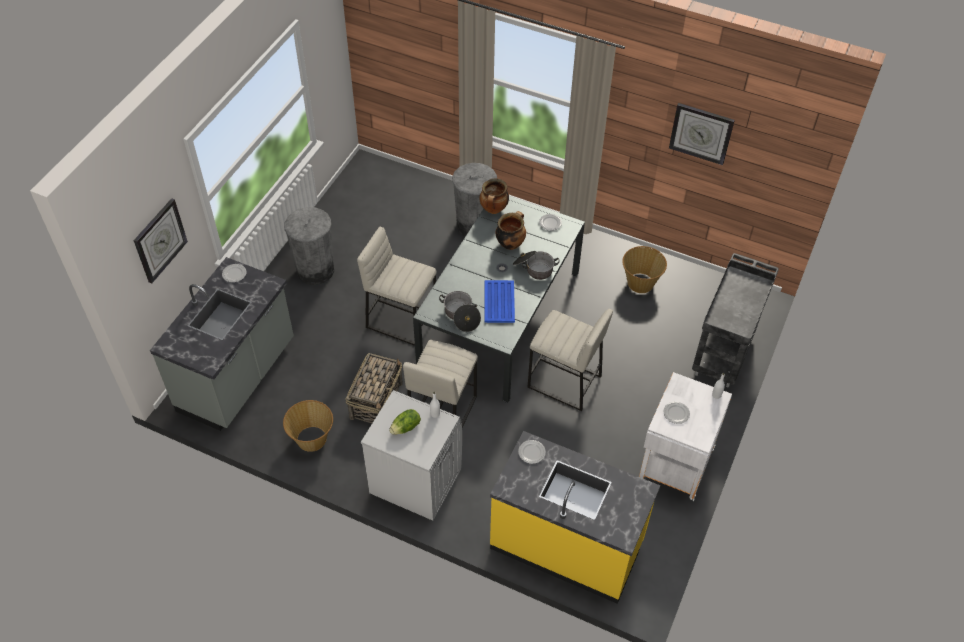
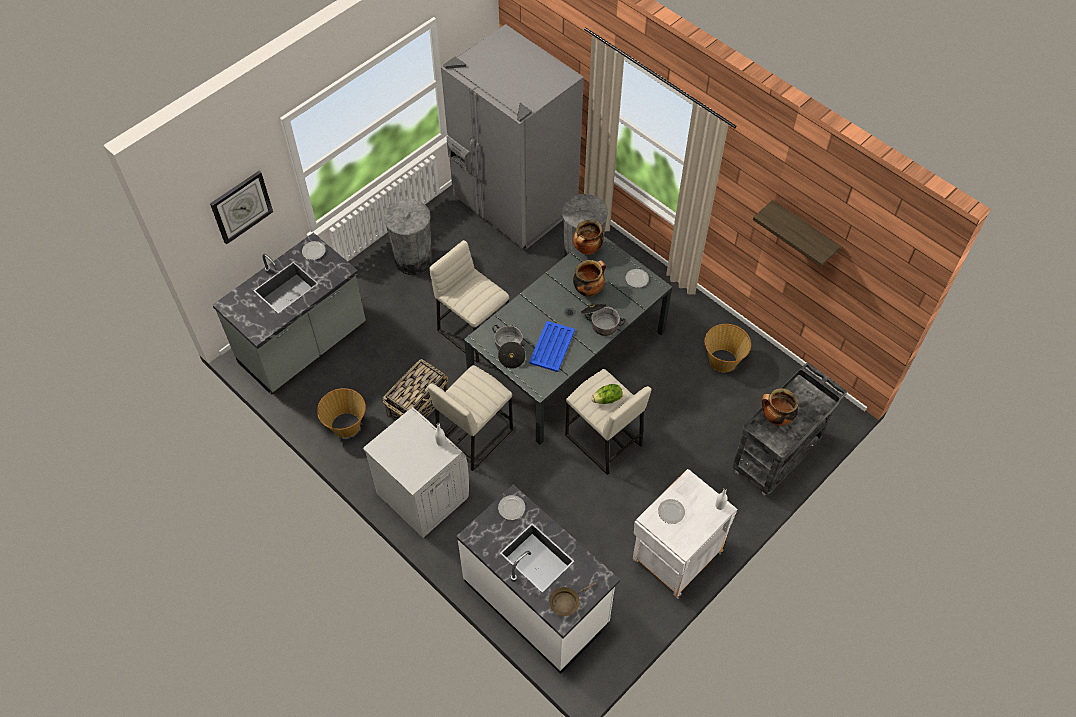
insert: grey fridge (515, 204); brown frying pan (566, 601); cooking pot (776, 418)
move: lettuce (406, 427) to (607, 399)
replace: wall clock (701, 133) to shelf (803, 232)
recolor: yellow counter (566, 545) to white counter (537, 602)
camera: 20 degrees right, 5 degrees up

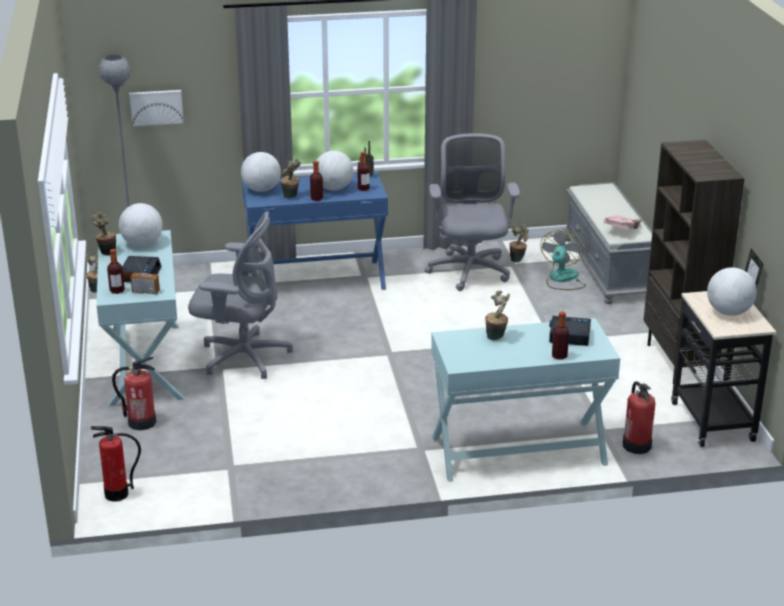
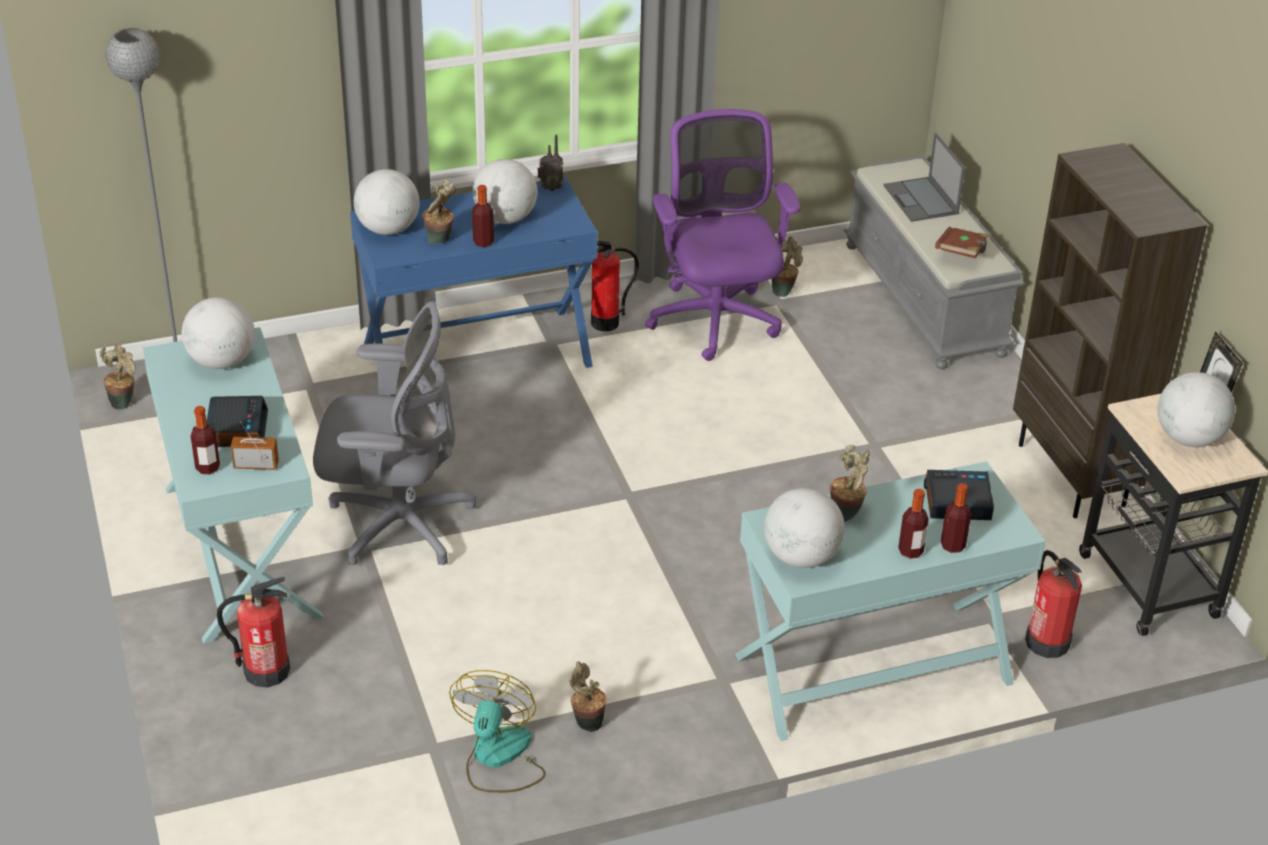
delete: picture (156, 107)
insert: globe (801, 557); laptop (921, 200)
move: potted plant (106, 253) to (586, 723); fire extinguisher (117, 494) to (605, 323); bottle (363, 189) to (910, 551); fan (562, 279) to (498, 758)
recolor: grey office chair (471, 273) to purple office chair (718, 325); pink book (623, 230) to brown book (961, 254)
camera: 10 degrees left, 10 degrees up

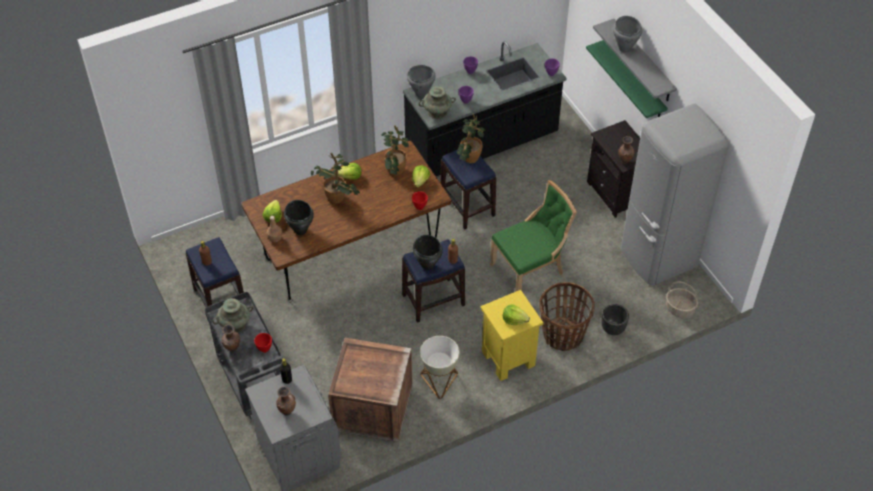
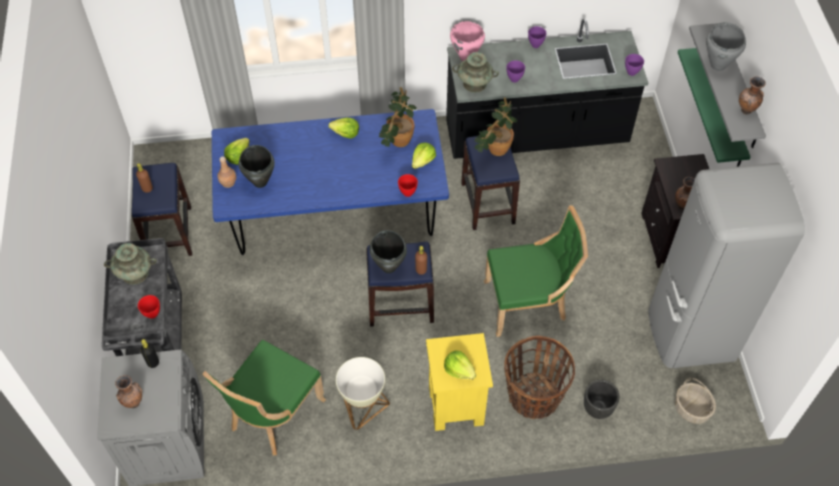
delete: potted plant (338, 200)
move: brown vase (232, 349) to (746, 111)
replace: crate (371, 408) to green chair (273, 415)
recolor: brown dining table (350, 252) to blue dining table (333, 218); grey cooking pot (421, 94) to pink cooking pot (466, 57)
camera: 20 degrees right, 5 degrees up

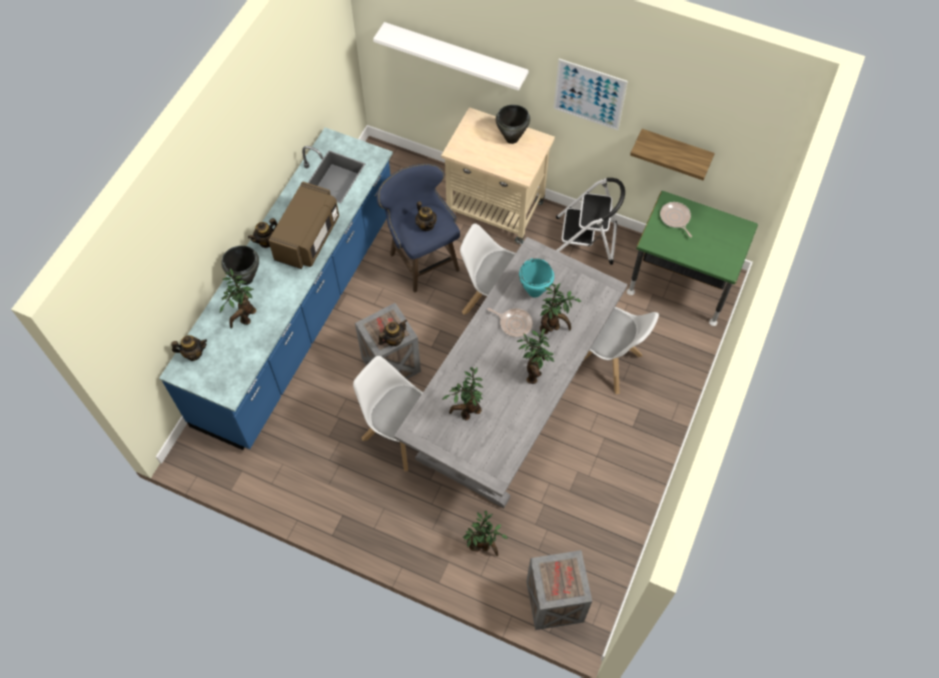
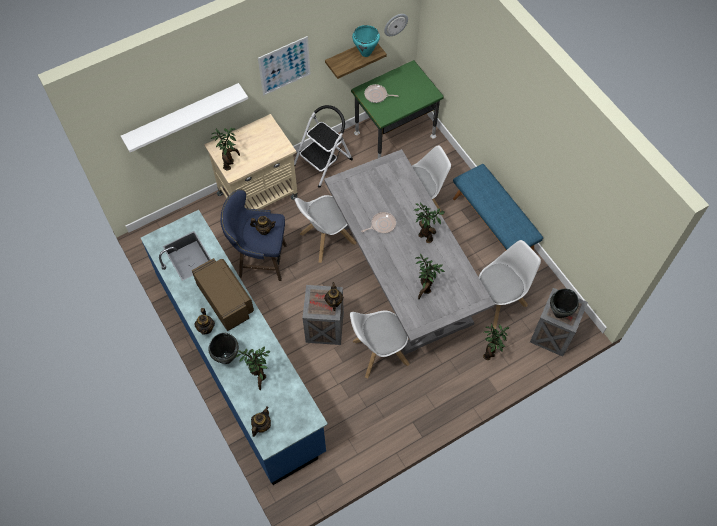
insert: wall clock (395, 24); blue bench (493, 226); chair (499, 301)
move: black cooking pot (512, 139) to (559, 313); turquoise cooking pot (534, 292) to (366, 53); potted plant (553, 328) to (230, 163)
camera: 55 degrees left, 0 degrees up

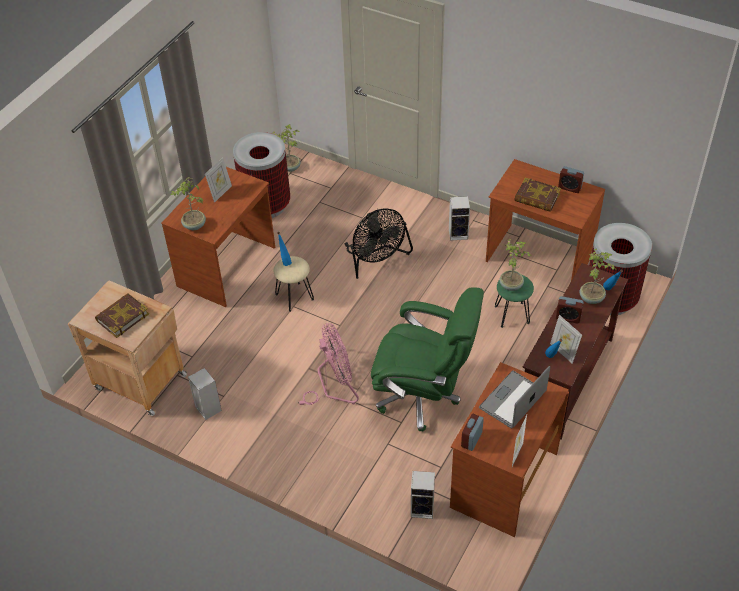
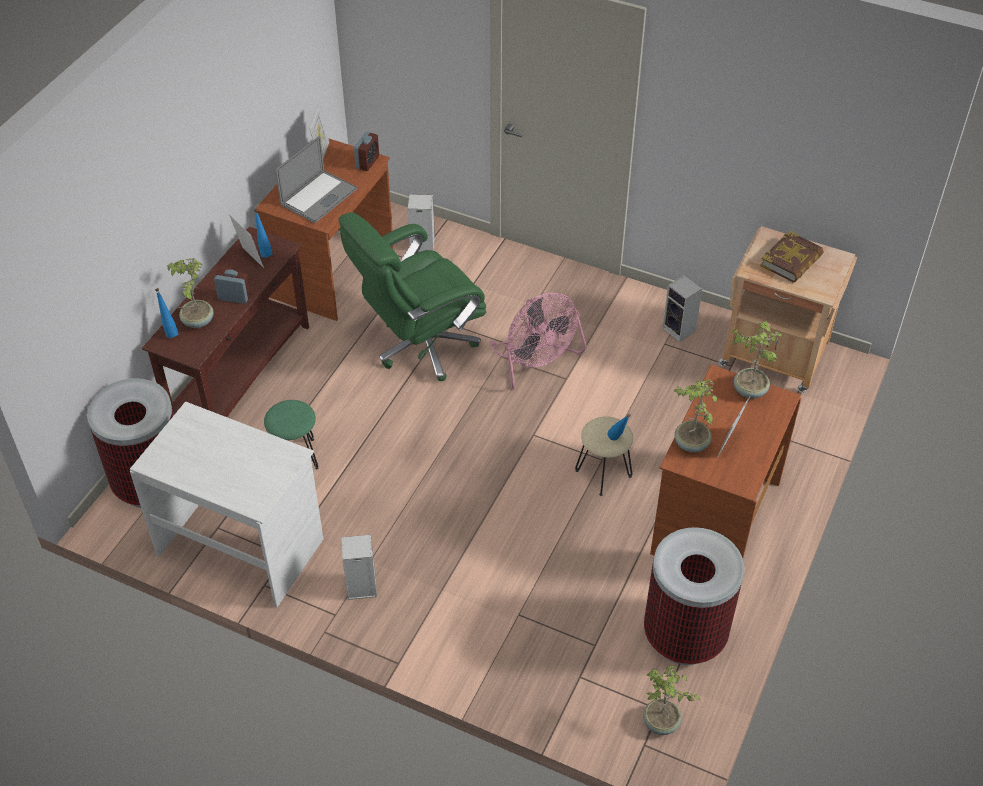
delete: black fan (374, 259); book (537, 198); alarm clock (569, 187)
move: potted plant (511, 285) to (690, 444)
recolor: brown desk (538, 258) to white desk (241, 546)
rotate: pink fan (332, 383) = (533, 362) 105 degrees counterclockwise; green office chair (423, 398) = (420, 349) 45 degrees counterclockwise
camera: 175 degrees right, 0 degrees up

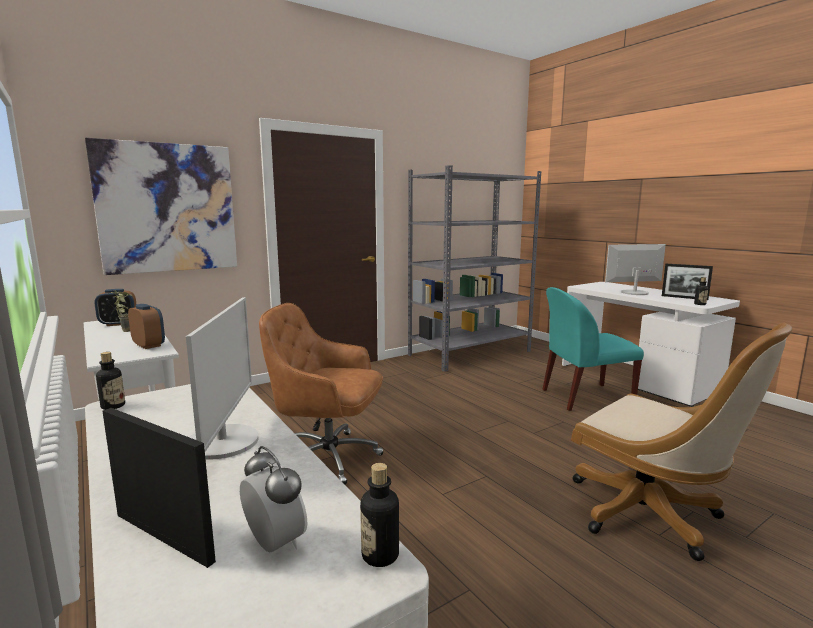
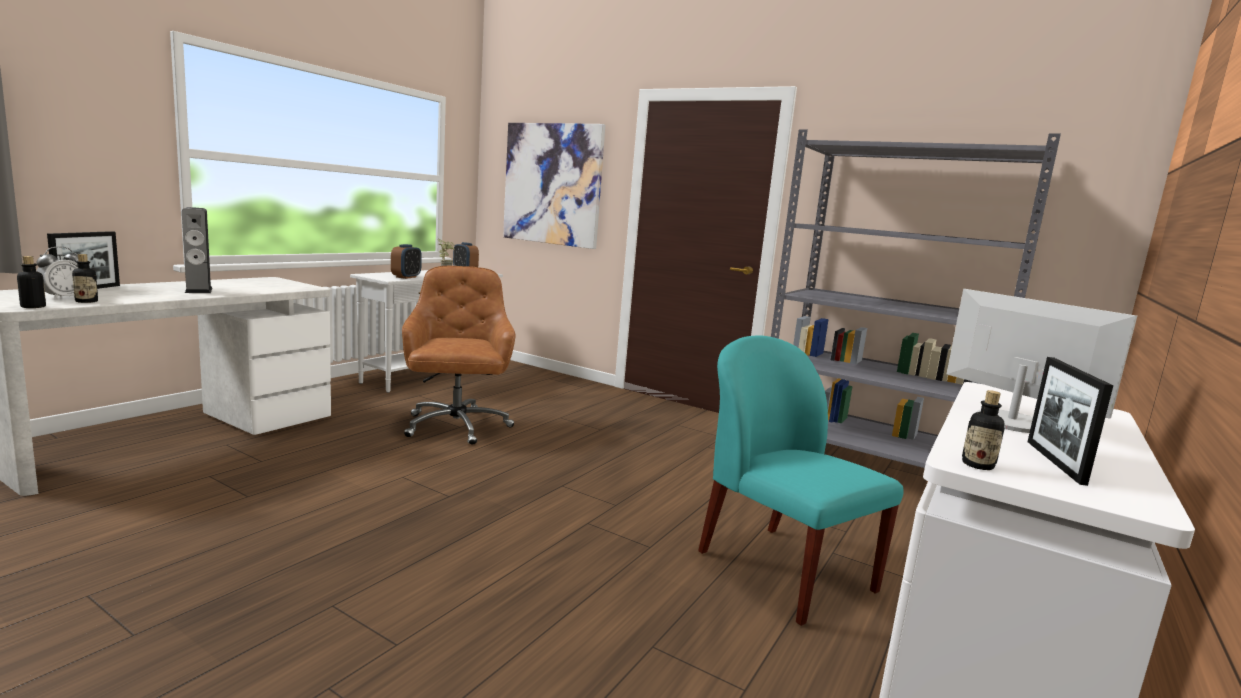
delete: office chair (654, 515)
move: bottle (113, 406) to (86, 301)
replace: monitor (223, 442) to speaker (198, 290)
camera: 65 degrees right, 0 degrees up

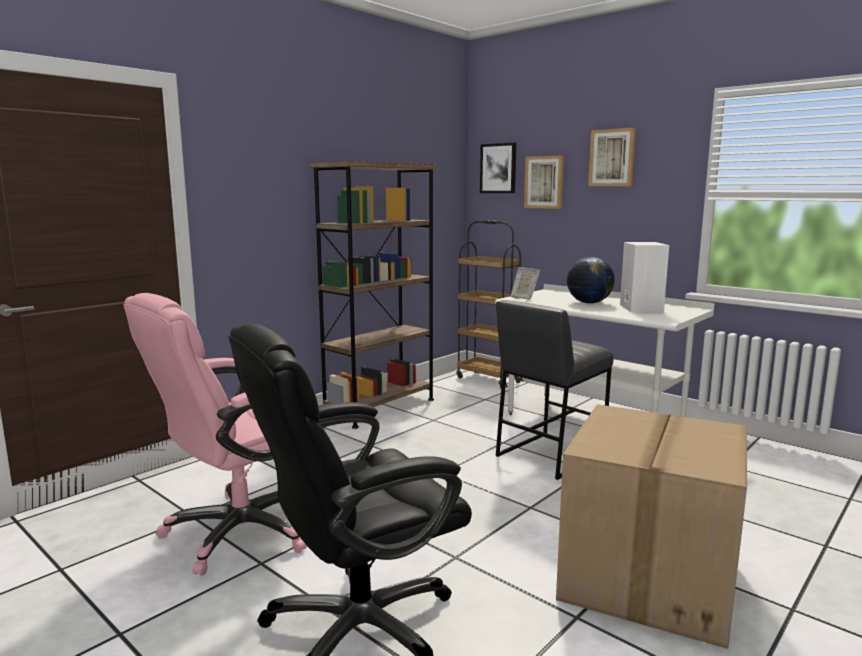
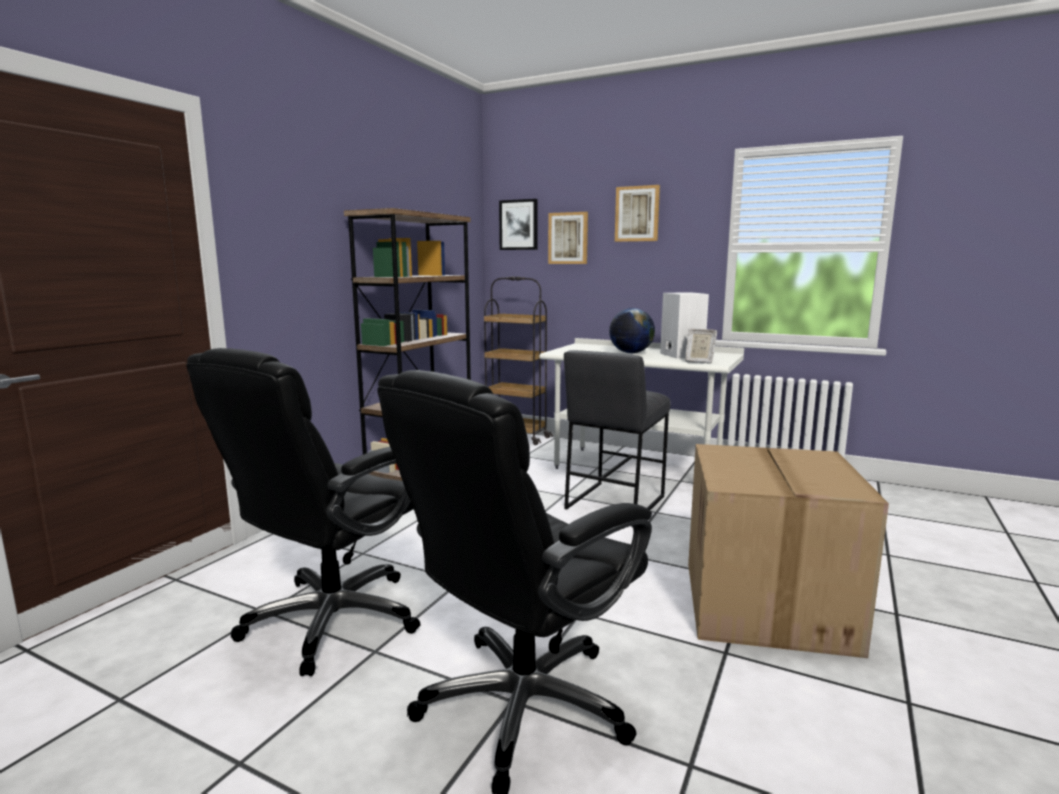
move: picture frame (524, 297) to (699, 362)
recolor: pink office chair (241, 530) to black office chair (333, 619)
camera: 15 degrees left, 0 degrees up

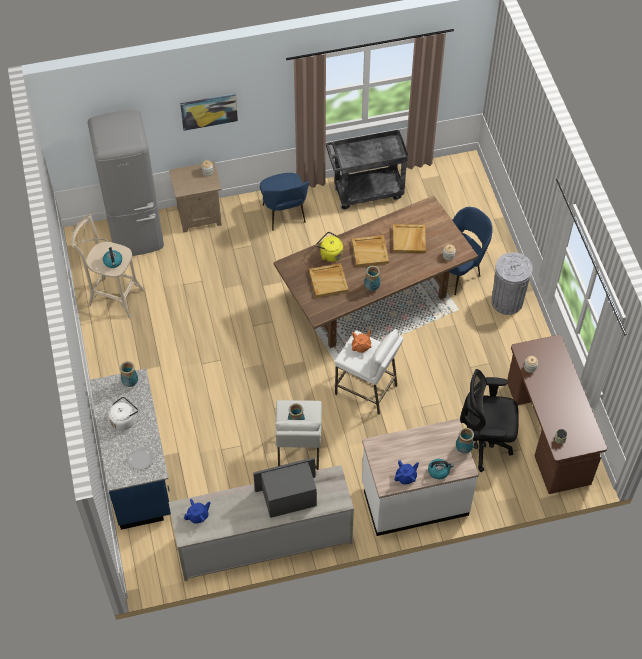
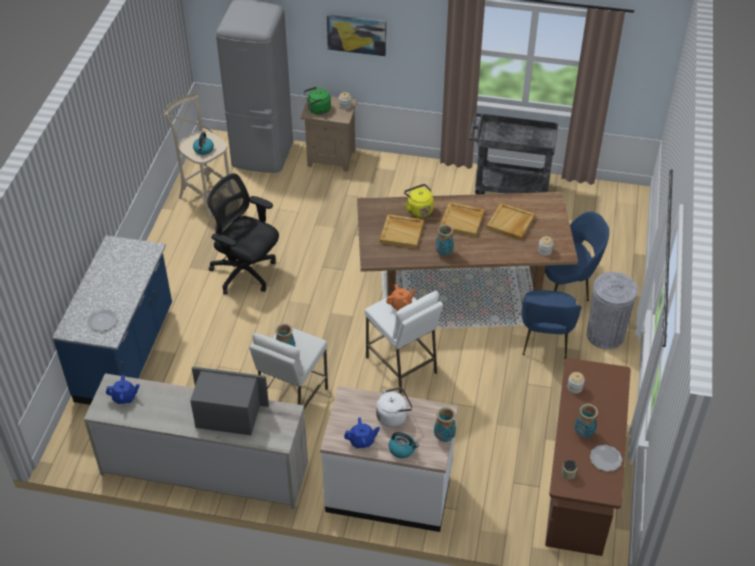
insert: green kettle (317, 110); plate (605, 459)
move: white kettle (124, 420) to (393, 416); vase (130, 383) to (583, 434); blue chair (284, 217) to (544, 345); black office chair (485, 442) to (248, 273)
camera: 25 degrees right, 10 degrees down

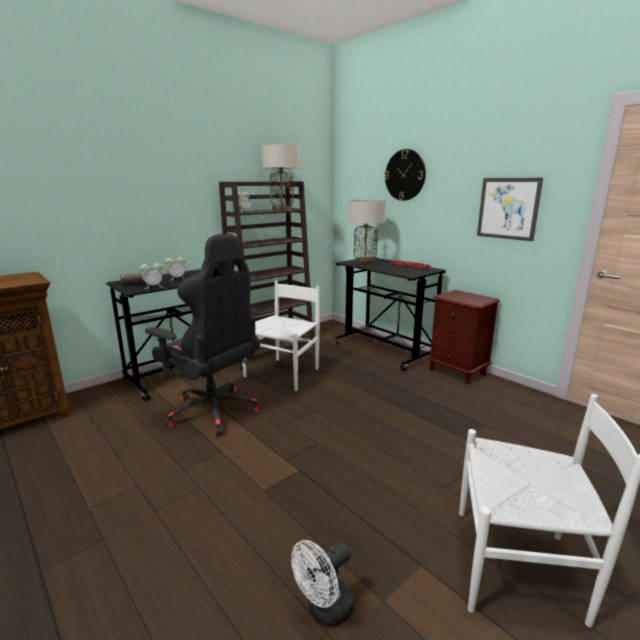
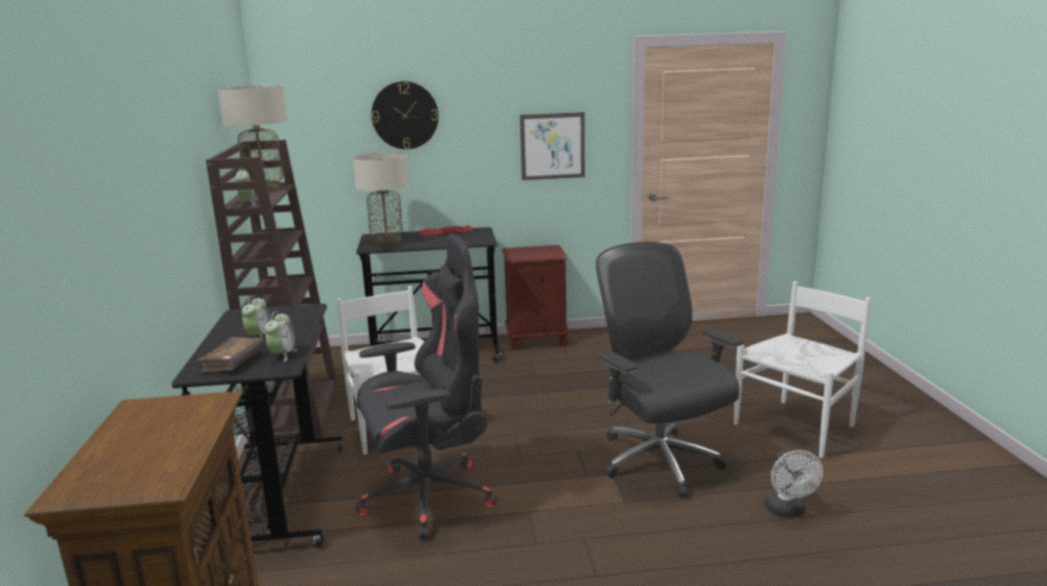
insert: office chair (660, 462)
camera: 55 degrees left, 0 degrees up

